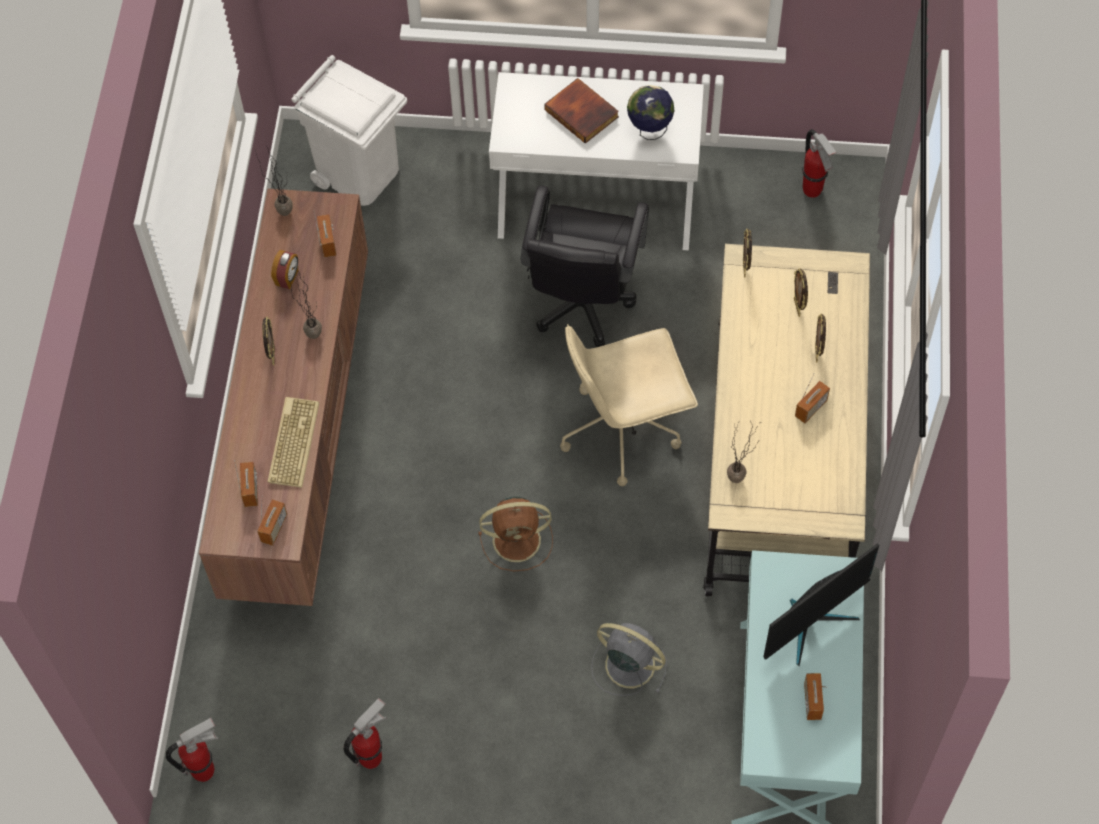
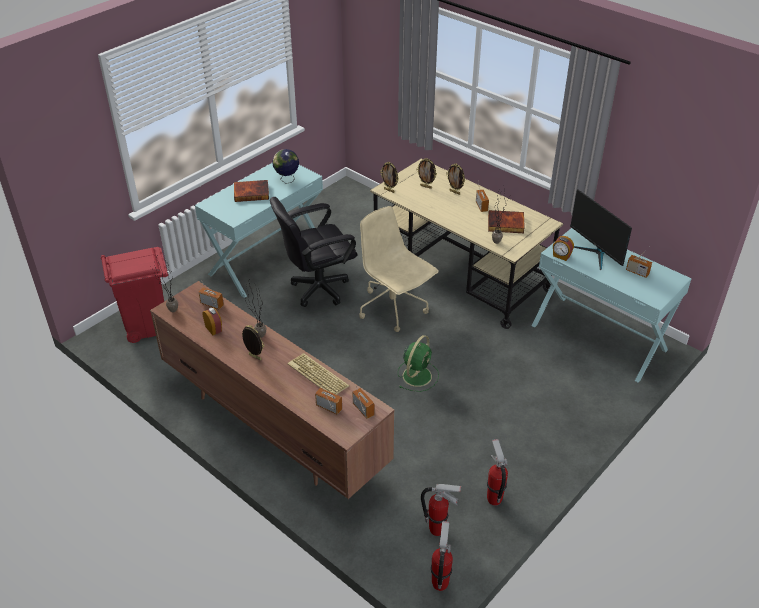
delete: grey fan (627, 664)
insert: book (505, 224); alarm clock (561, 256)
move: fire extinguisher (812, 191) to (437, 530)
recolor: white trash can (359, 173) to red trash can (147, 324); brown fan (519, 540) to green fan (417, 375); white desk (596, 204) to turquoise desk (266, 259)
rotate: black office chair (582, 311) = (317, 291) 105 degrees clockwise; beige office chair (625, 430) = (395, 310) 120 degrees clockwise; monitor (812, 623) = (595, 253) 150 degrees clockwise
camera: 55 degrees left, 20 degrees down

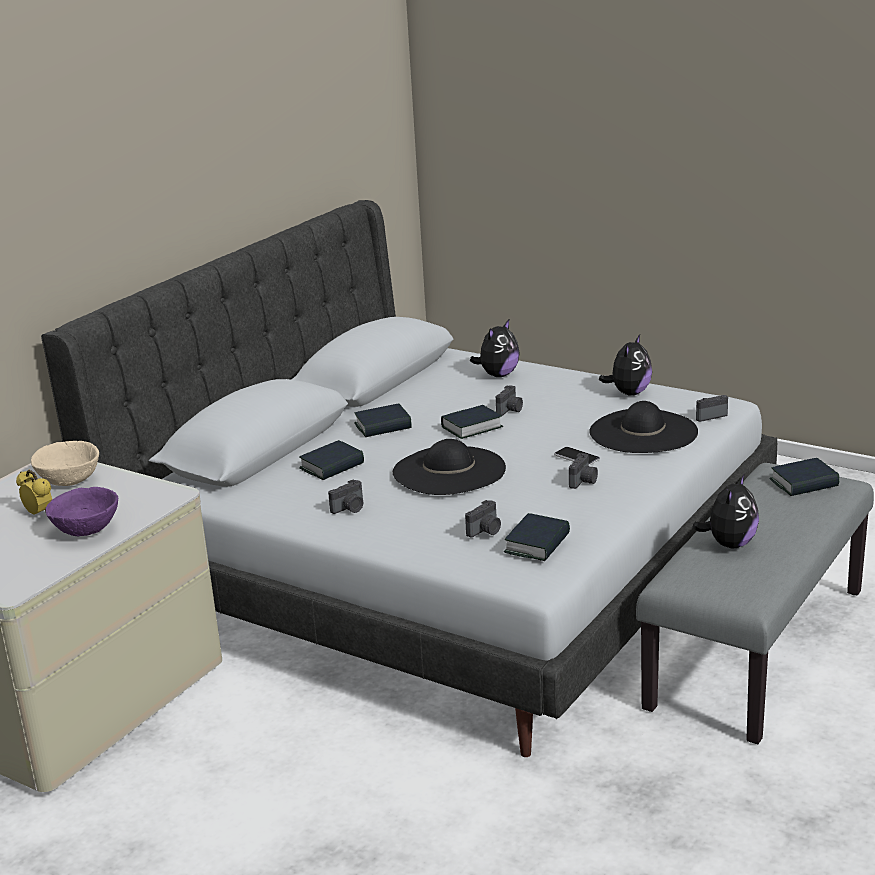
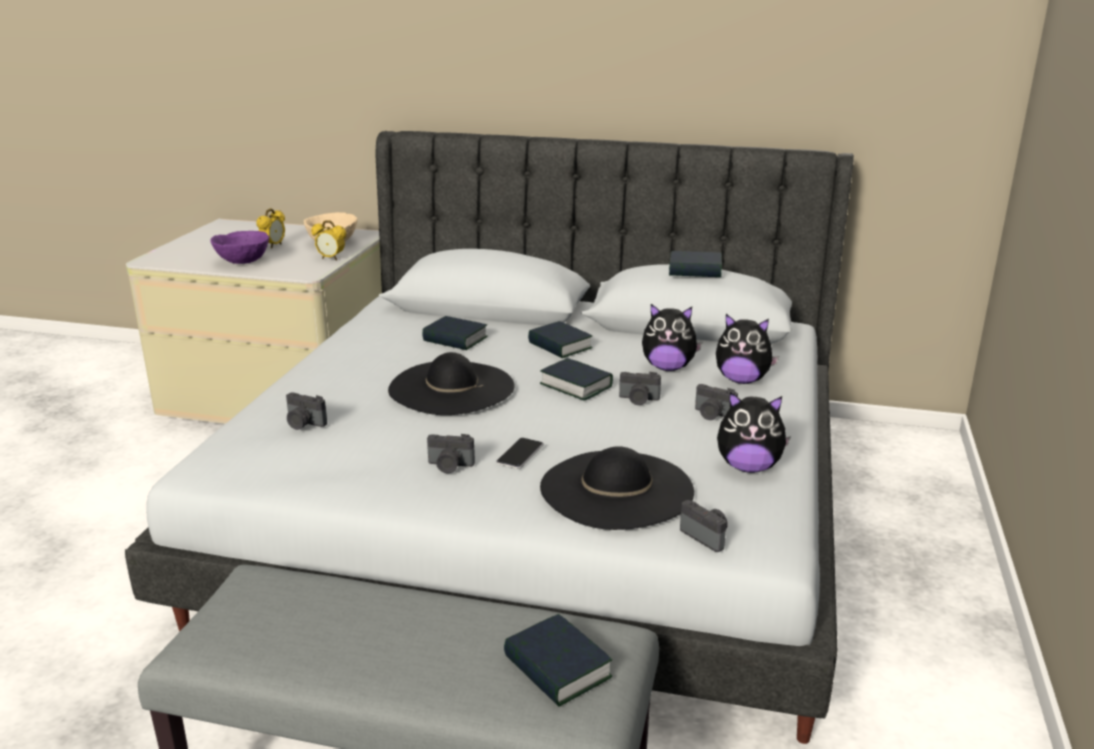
insert: alarm clock (331, 258)
move: photo camera (350, 508) to (712, 415); book (537, 544) to (695, 271); plush toy (729, 544) to (668, 367)
camera: 70 degrees right, 0 degrees up

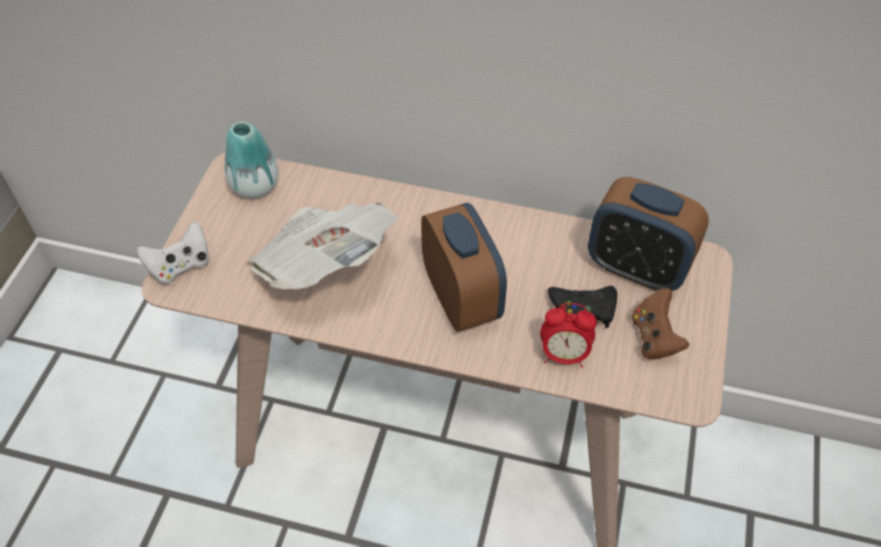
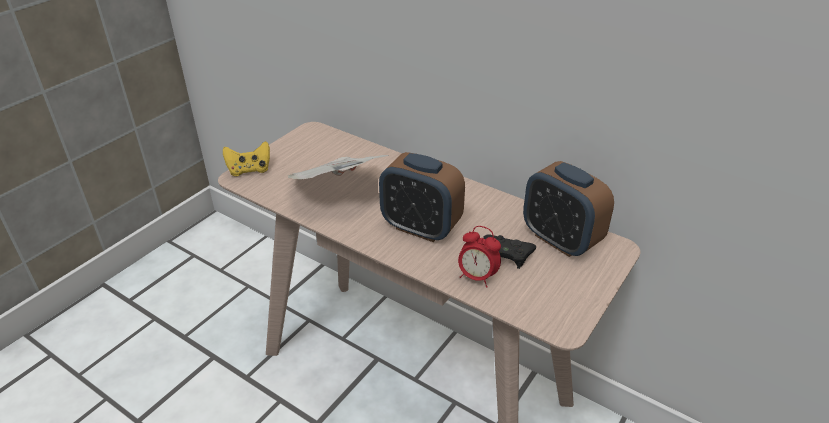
delete: vase (255, 186); brown game controller (654, 337)
recolor: white game controller (180, 266) to yellow game controller (249, 170)
rotate: alarm clock (462, 298) = (421, 228) 120 degrees clockwise
camera: 20 degrees right, 15 degrees down

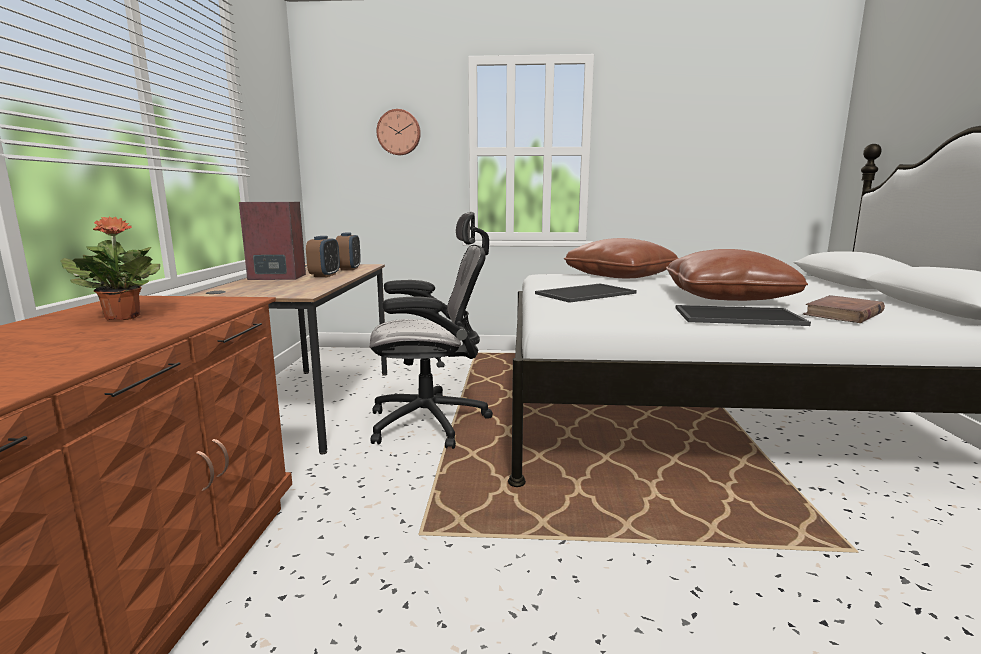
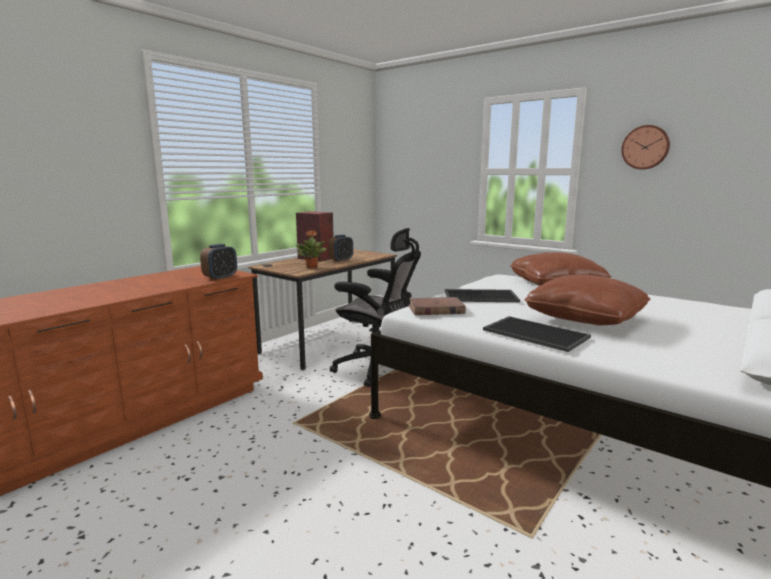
move: potted plant (123, 317) to (312, 267); alarm clock (349, 269) to (220, 277); wall clock (399, 132) to (645, 147); brown book (843, 314) to (435, 309)
camera: 35 degrees right, 0 degrees up

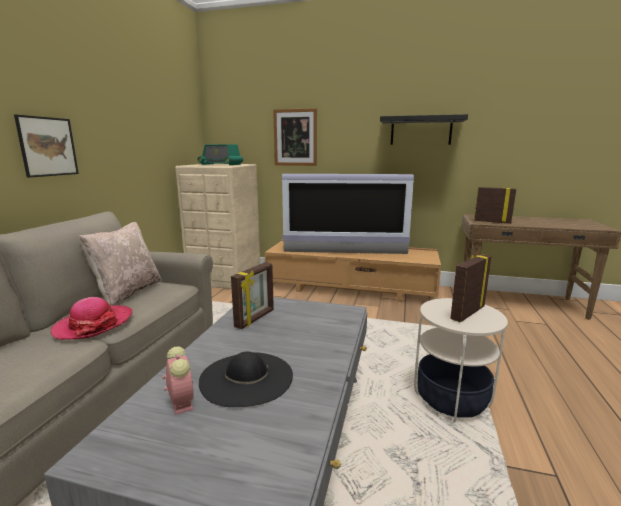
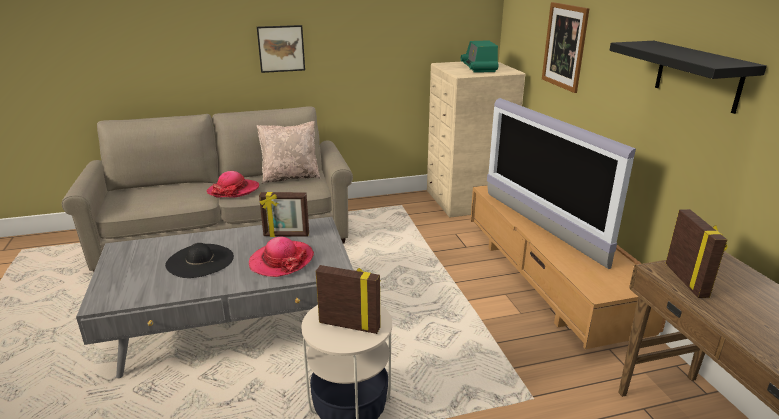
delete: alarm clock (181, 401)
insert: hat (281, 261)
camera: 60 degrees right, 10 degrees up

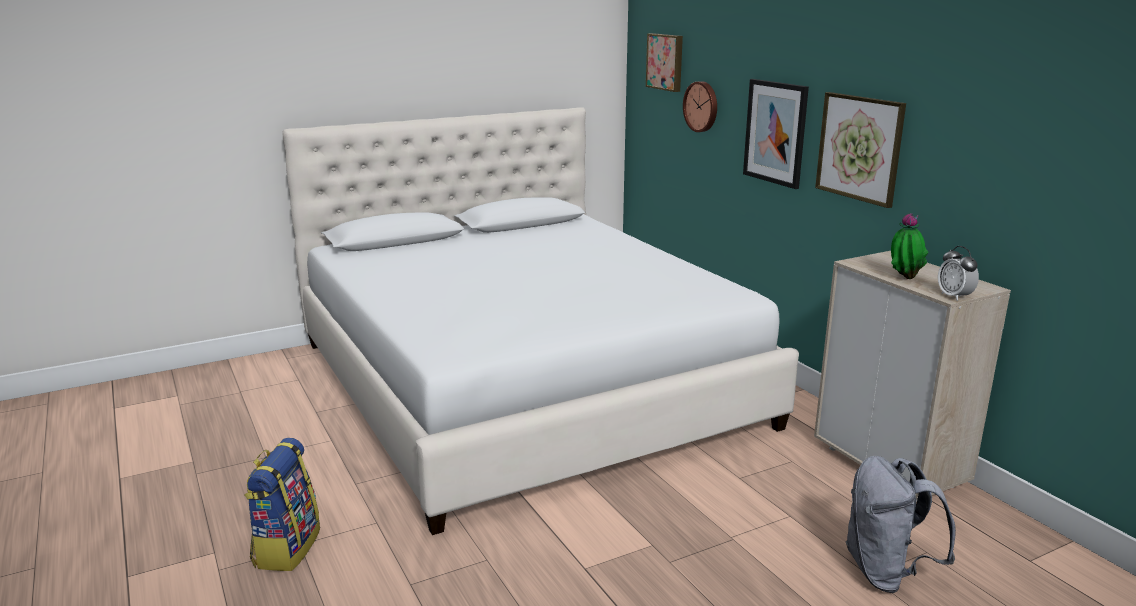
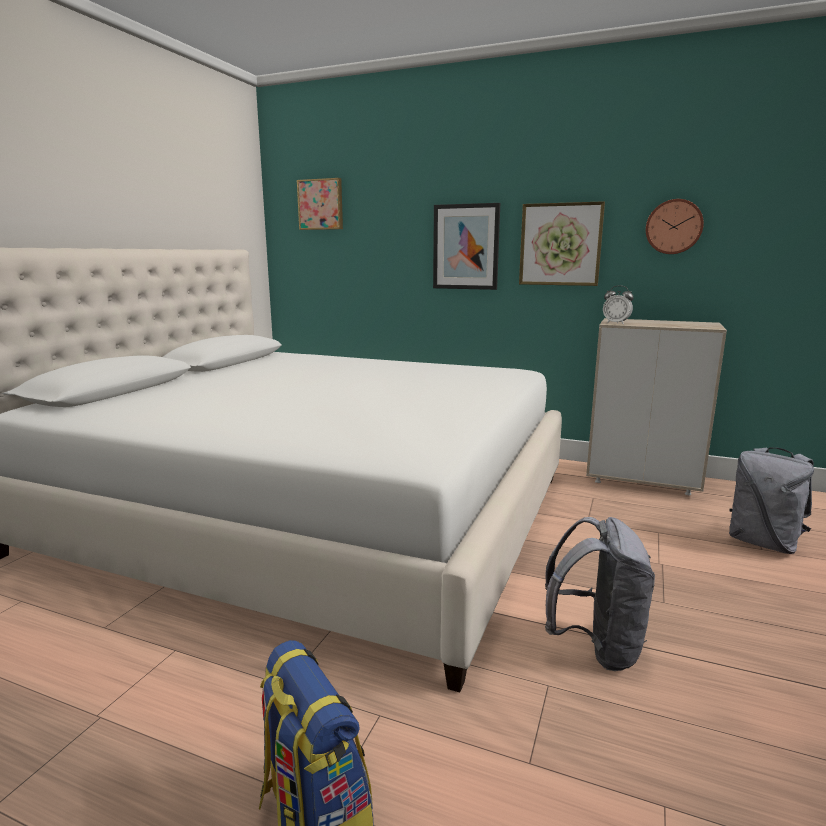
delete: potted plant (904, 278)
insert: grey backpack (595, 646)
move: wall clock (702, 106) to (673, 227); alarm clock (954, 296) to (616, 323)
camera: 40 degrees left, 5 degrees down

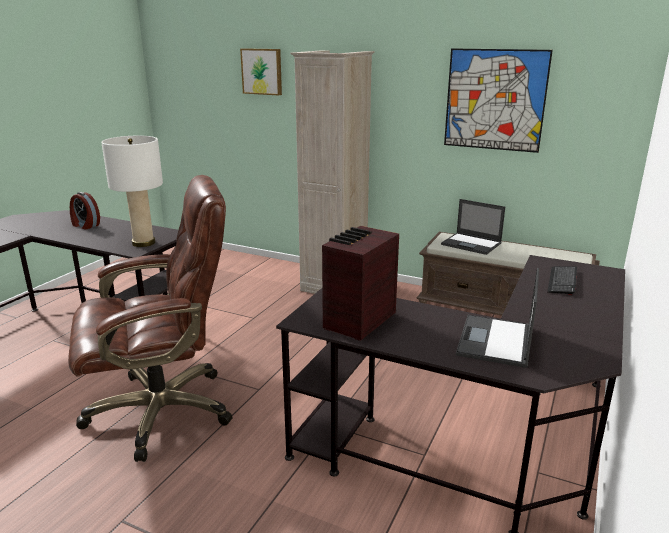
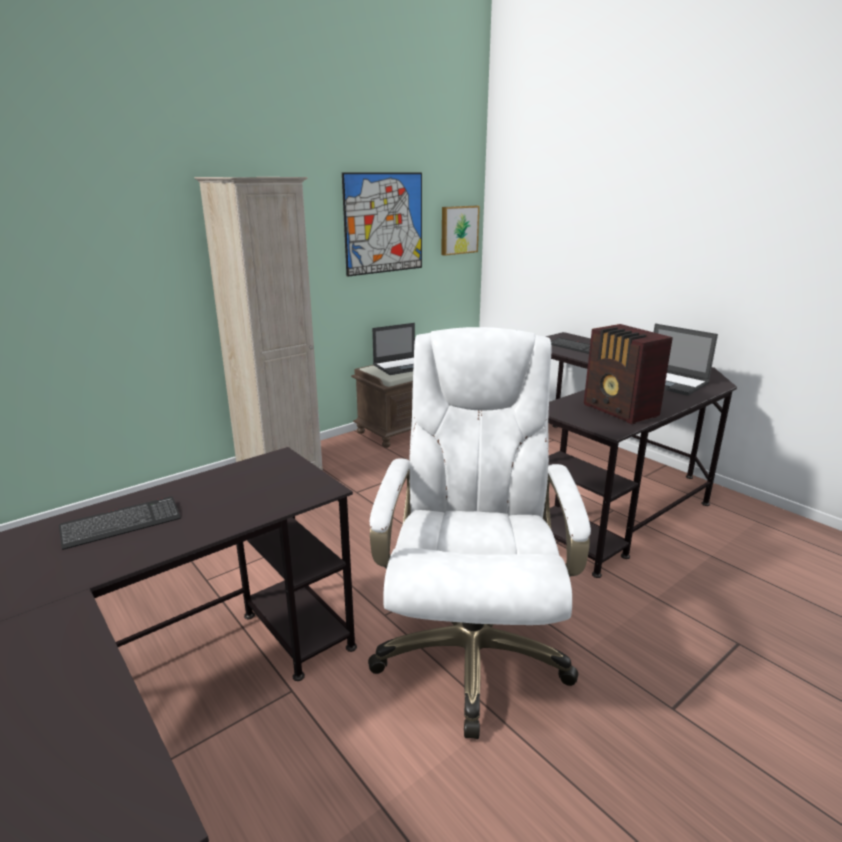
delete: white table lamp (143, 243)
move: picture (262, 71) to (458, 230)
replace: alarm clock (85, 225) to keyboard (121, 524)
recolor: brown office chair (161, 410) to white office chair (471, 652)
camera: 65 degrees left, 0 degrees up

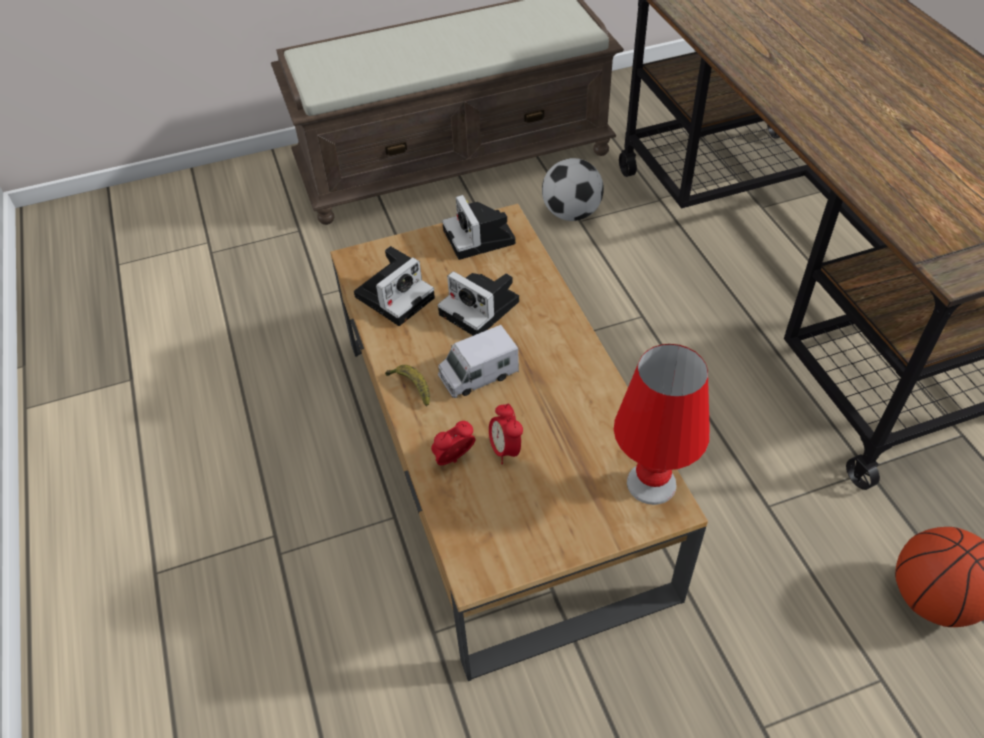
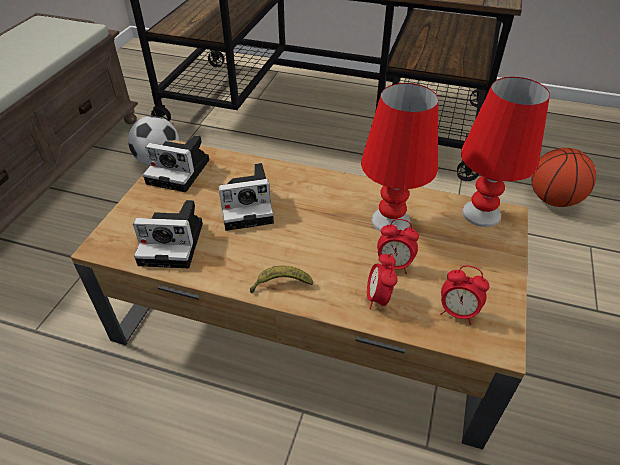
delete: toy truck (478, 375)
insert: red table lamp (391, 221); alarm clock (457, 312)
rotate: photo camera (396, 295) = (174, 243) 105 degrees clockwise
camera: 55 degrees left, 5 degrees down

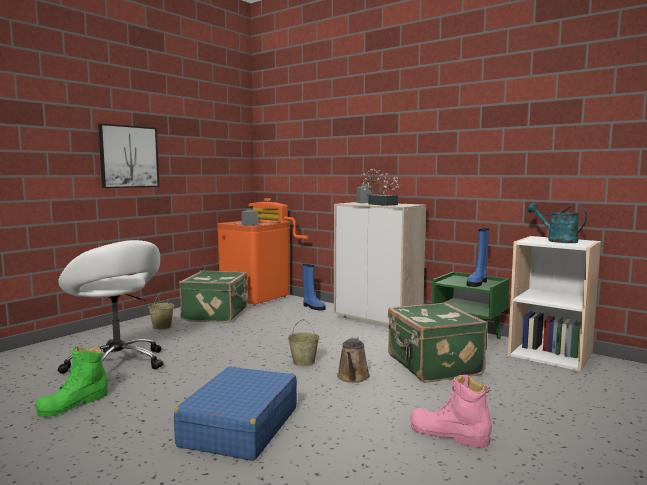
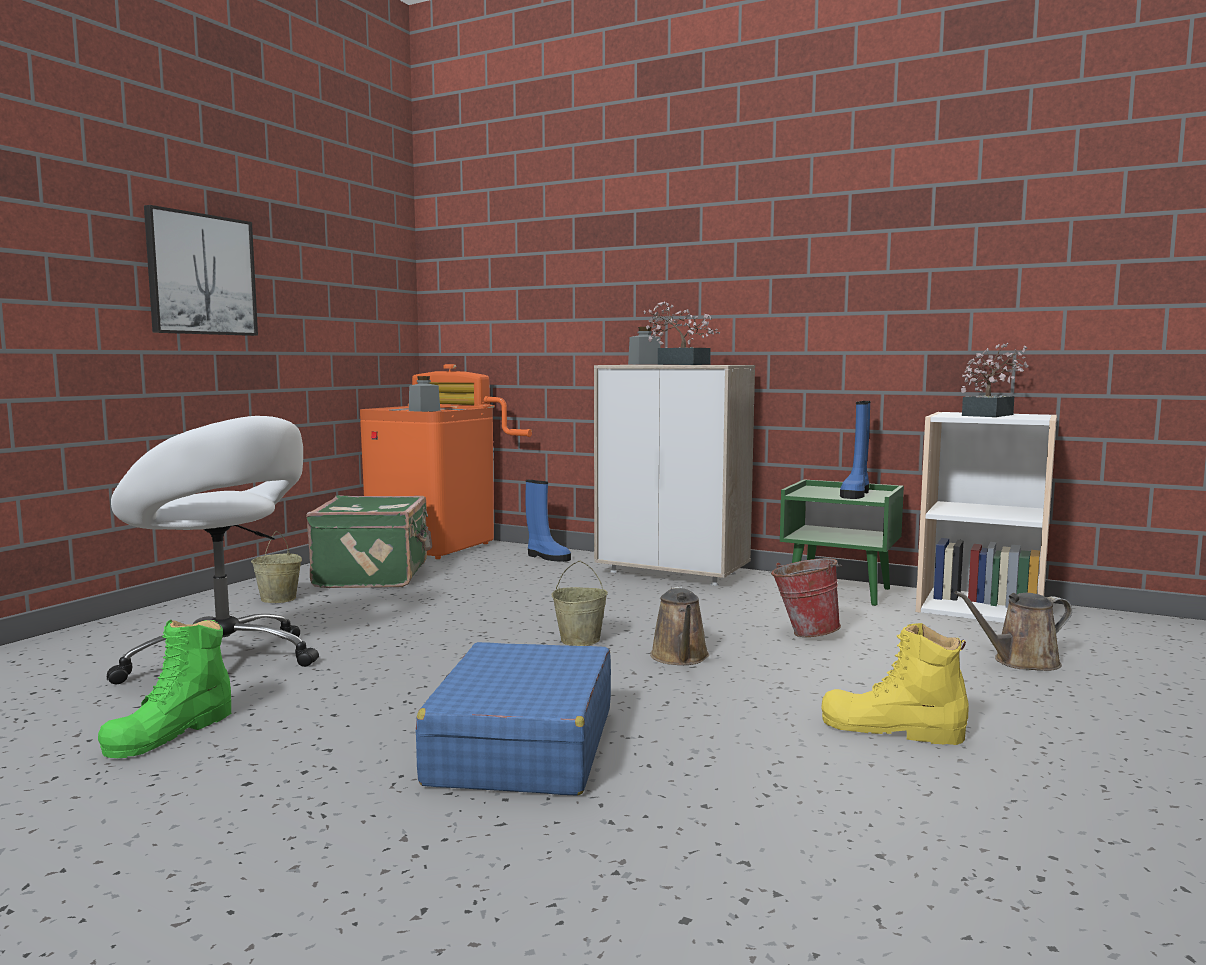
insert: brown watering can (1021, 662)
replace: green suitcase (432, 366) to bucket (804, 633); turquoise watering can (557, 240) to potted plant (991, 415)
recolor: pink boot (448, 434) to yellow boot (891, 729)
camera: 10 degrees left, 0 degrees up

